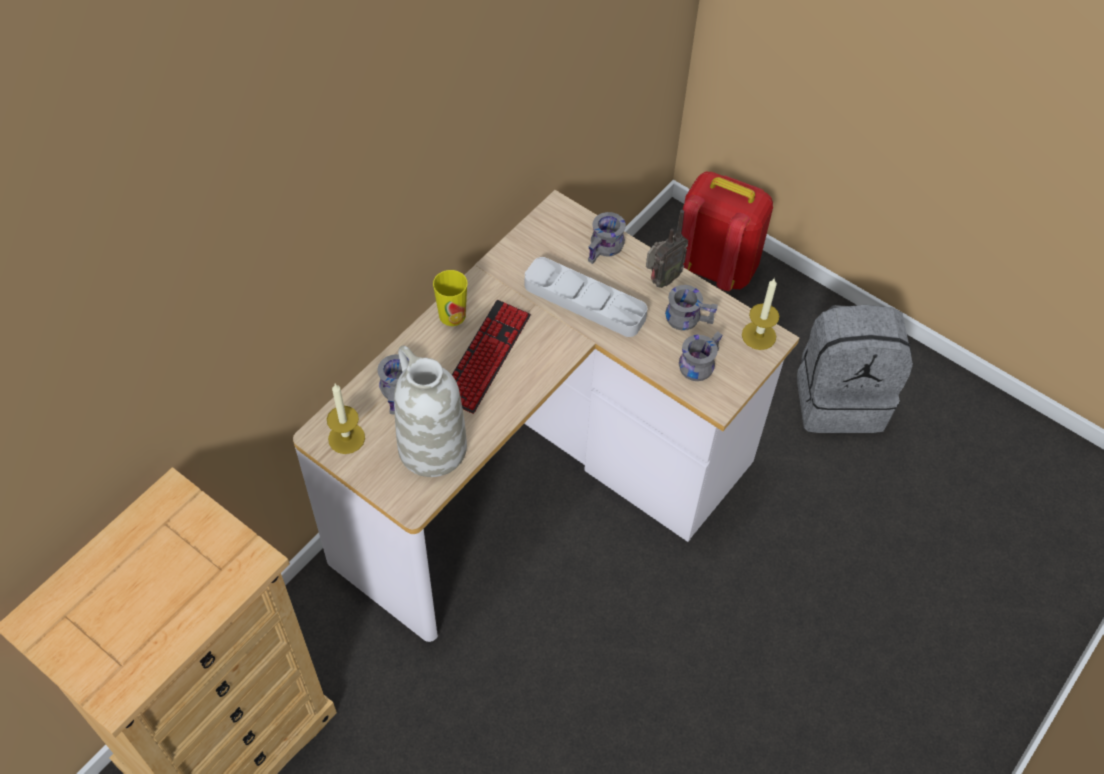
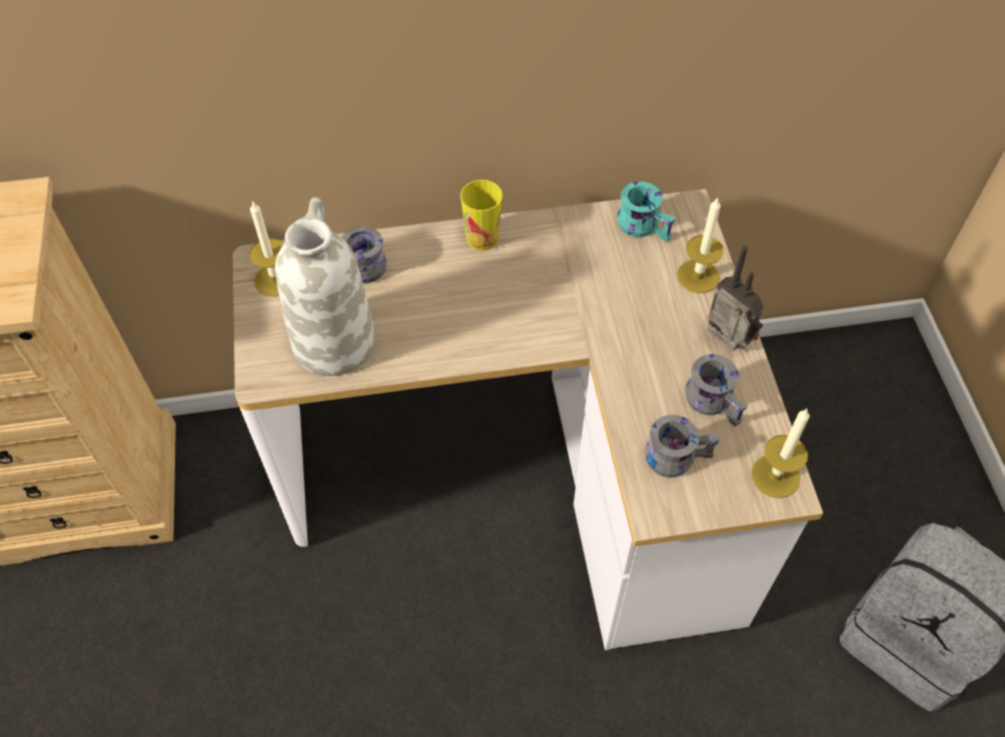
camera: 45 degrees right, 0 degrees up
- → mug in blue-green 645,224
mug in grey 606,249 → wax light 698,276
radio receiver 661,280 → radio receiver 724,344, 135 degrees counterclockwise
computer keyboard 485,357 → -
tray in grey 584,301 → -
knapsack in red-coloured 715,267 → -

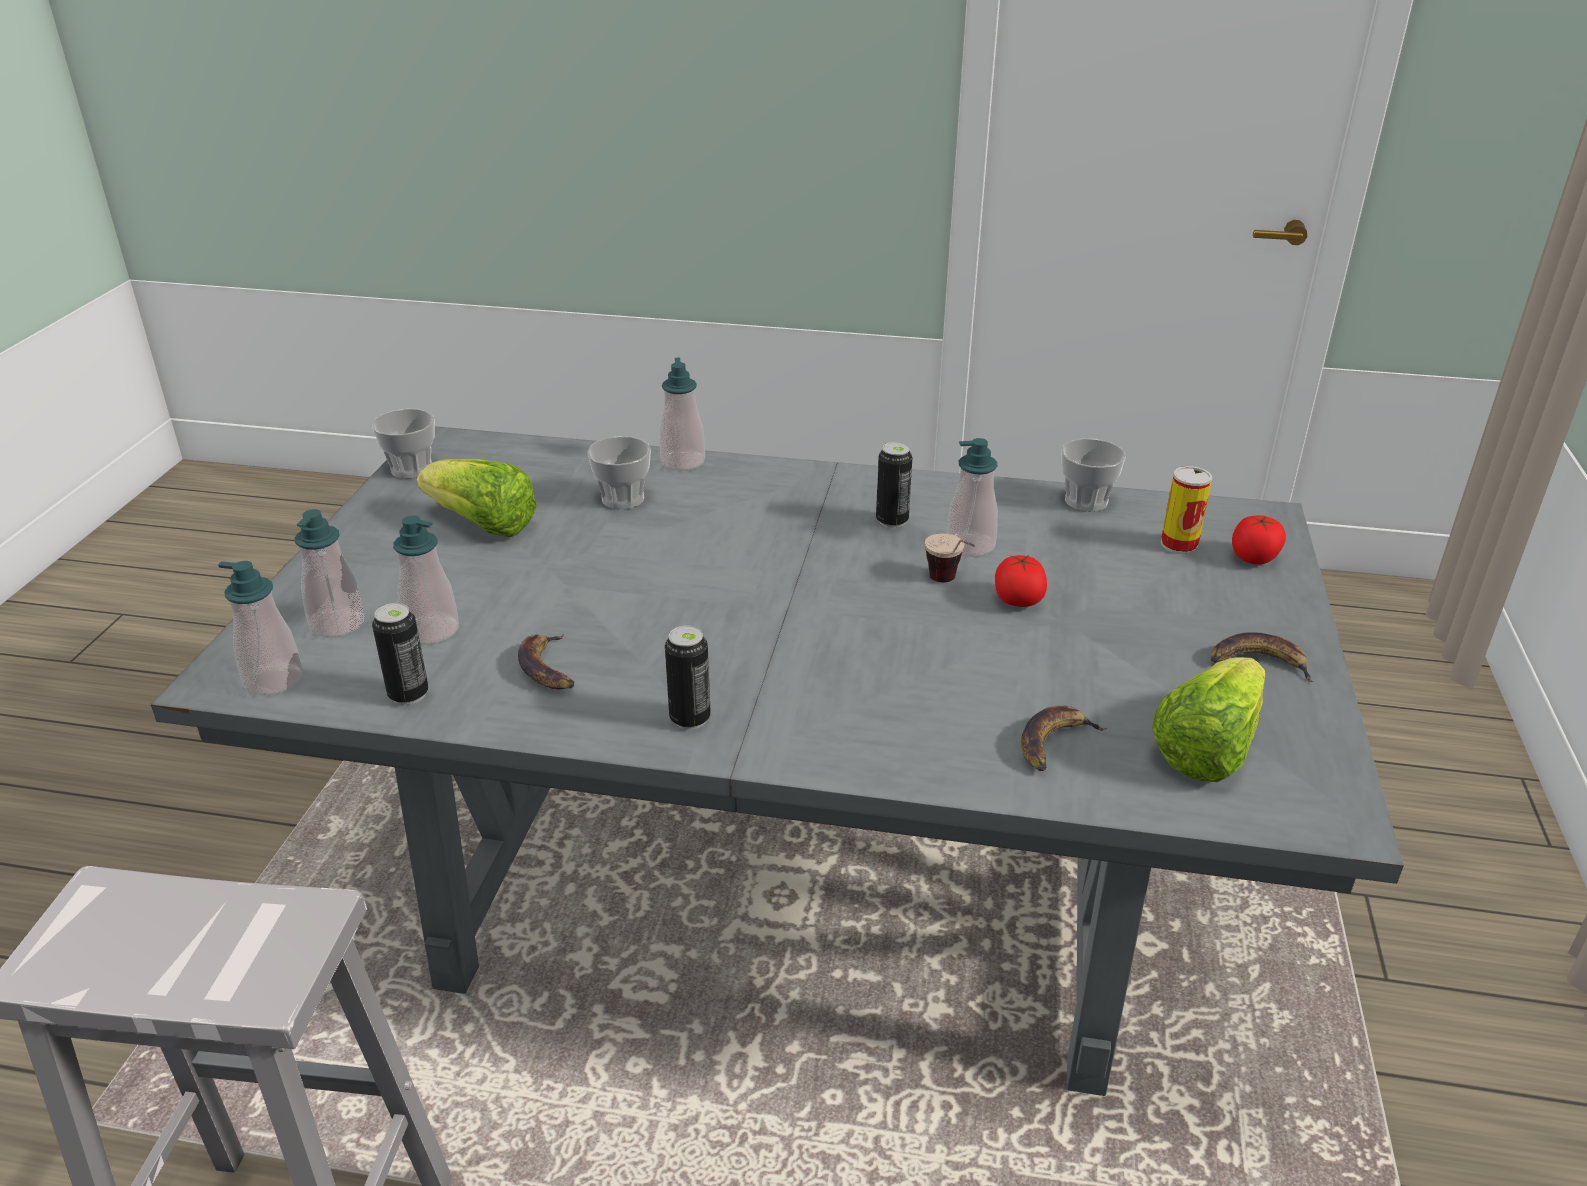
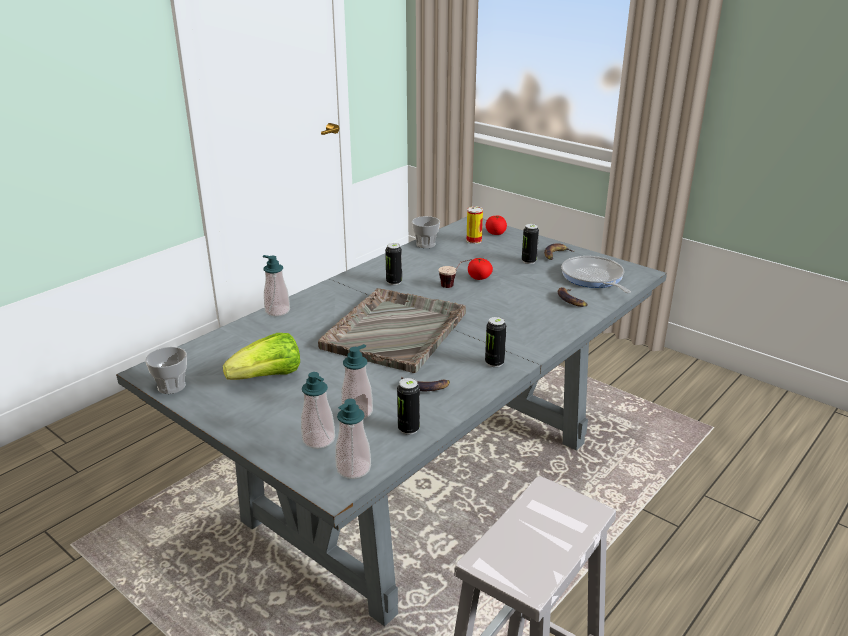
camera: 60 degrees left, 5 degrees down
- → tray in grey 396,330
- → can 529,261
lettuce head 1207,748 → frying pan 593,278
small cup 623,499 → -
soap dispenser 970,546 → -

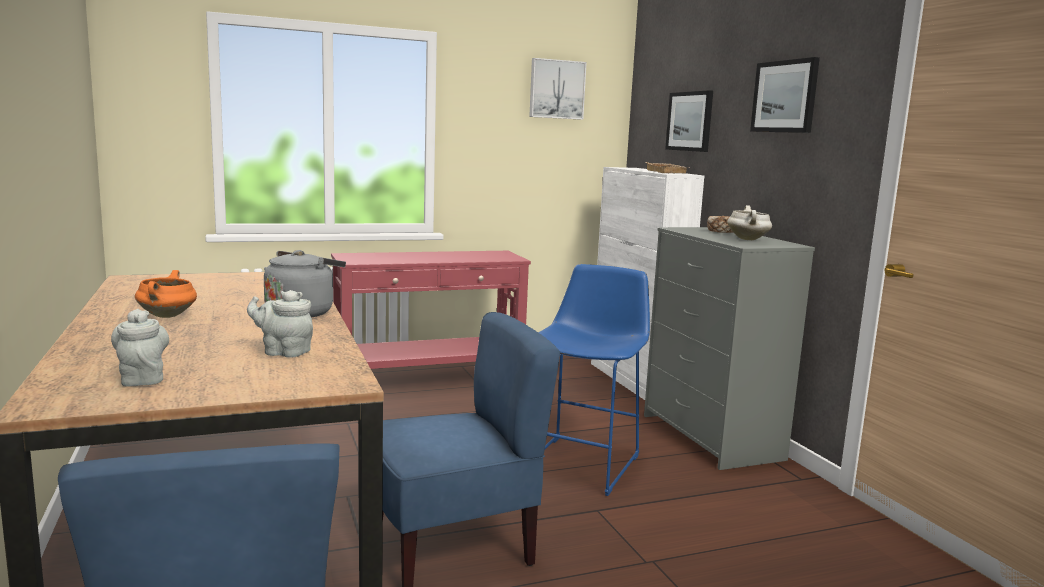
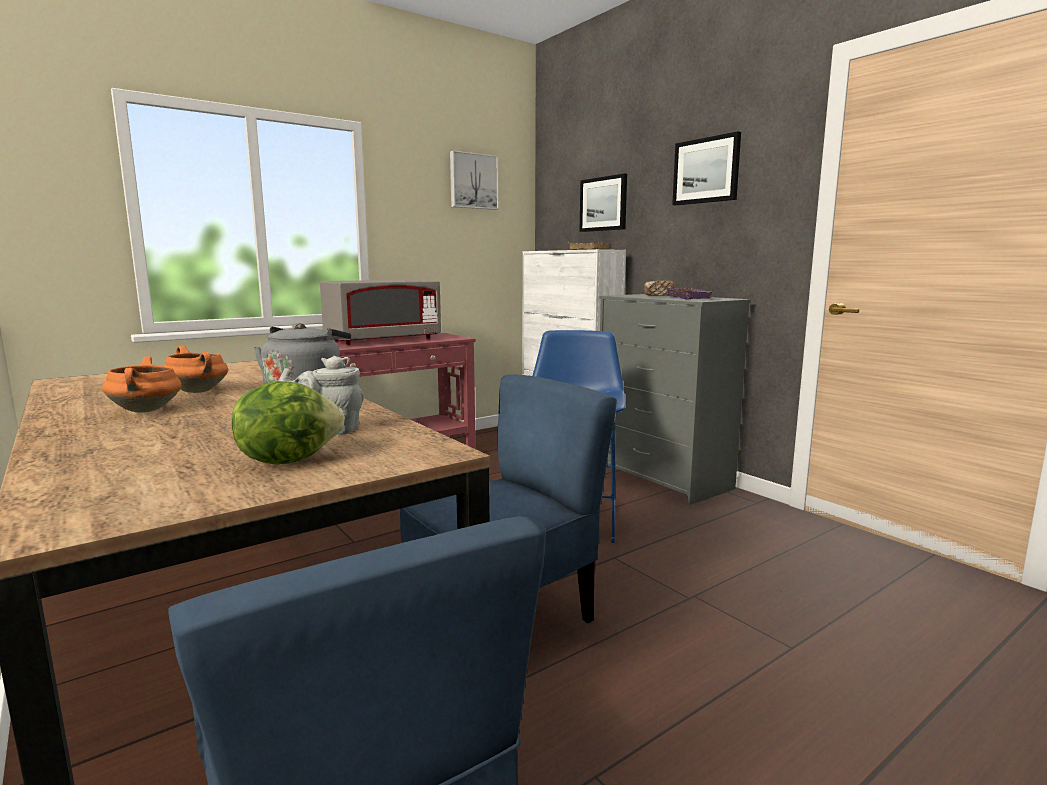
camera: 15 degrees left, 0 degrees up
- → saucepot in orangey 199,391
- → lettuce head 288,459
- → microwave oven in grey 383,340
saucepot in white-coloured 748,239 → tray in purplish 691,297
tea pot in grey 143,378 → -

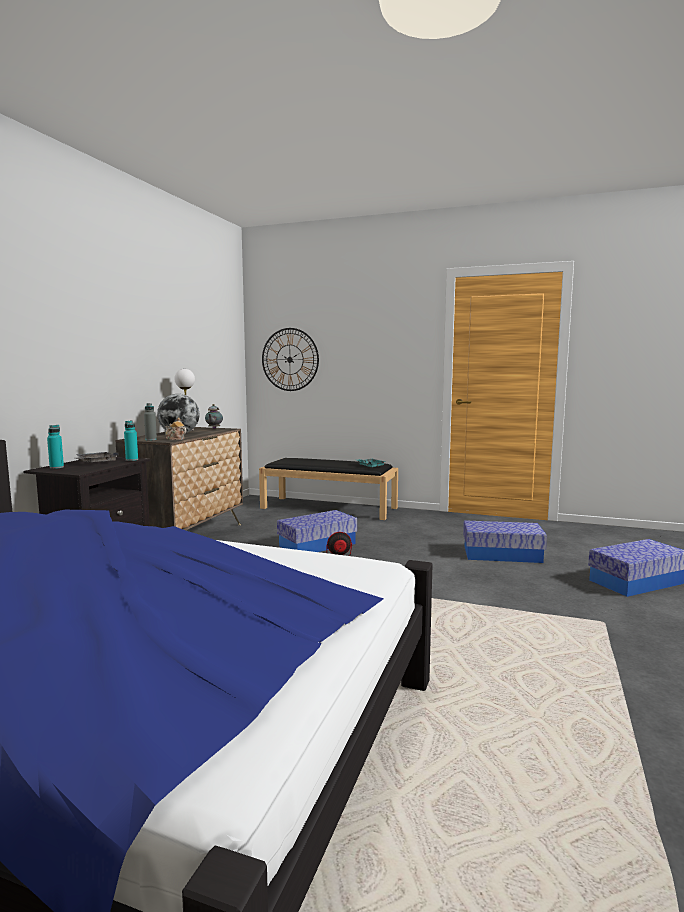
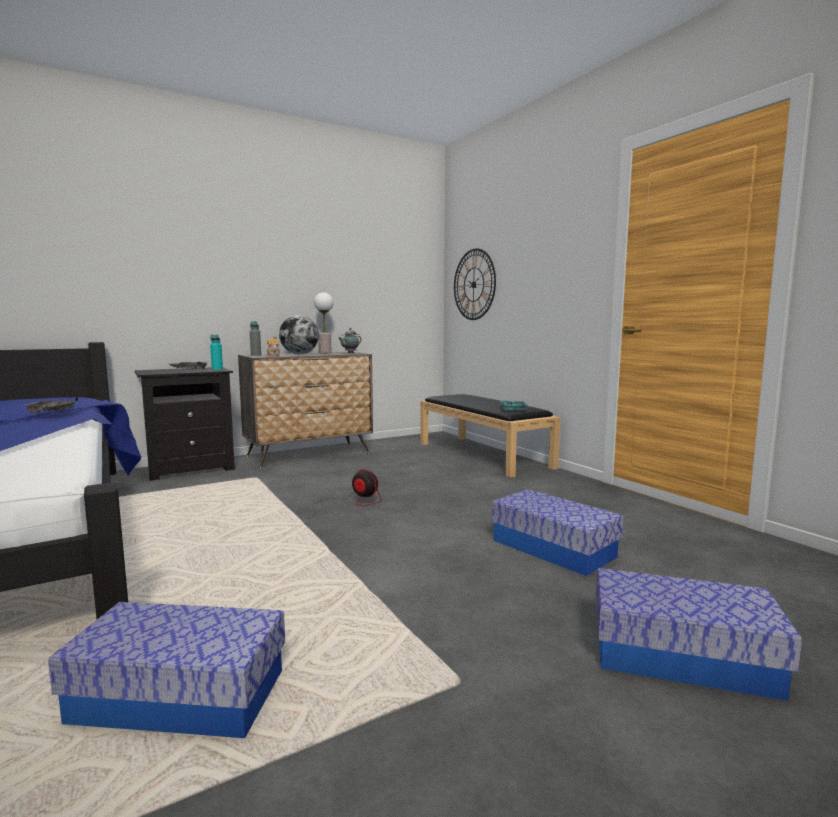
camera: 40 degrees right, 0 degrees up
- → tray in grey 51,412
storage bin 317,545 → storage bin 180,697, moved
bottle in blue-green 56,467 → -

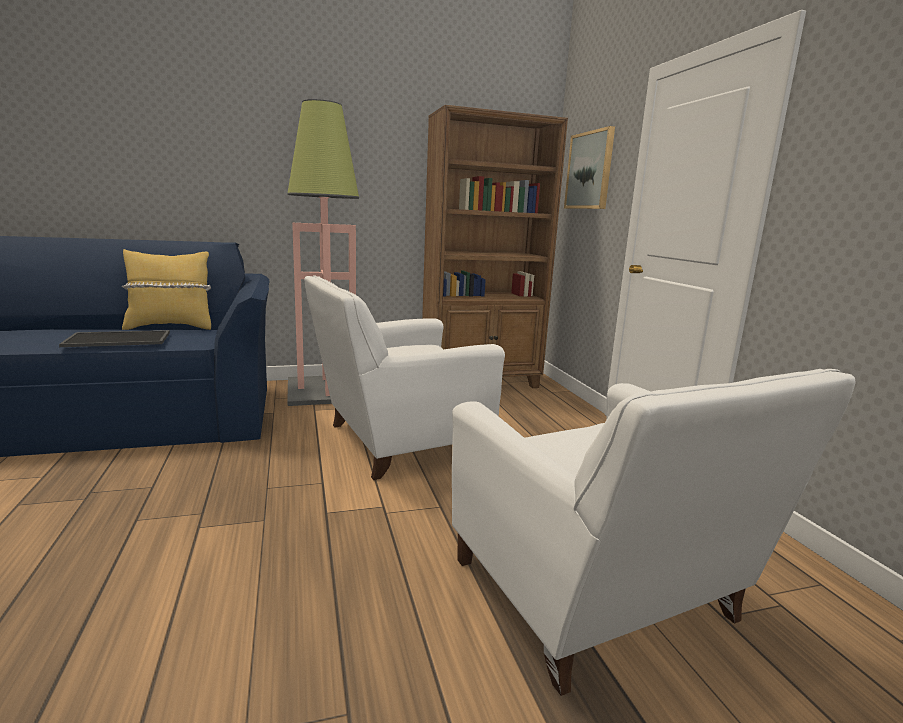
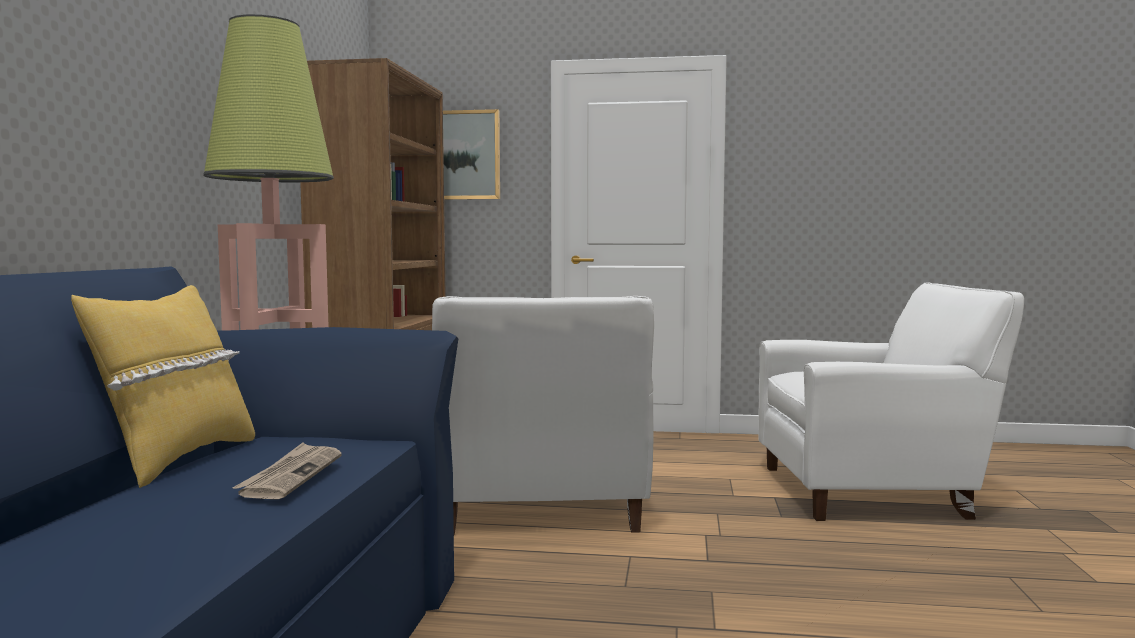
camera: 65 degrees left, 10 degrees down
tray 119,339 → newspaper 291,475

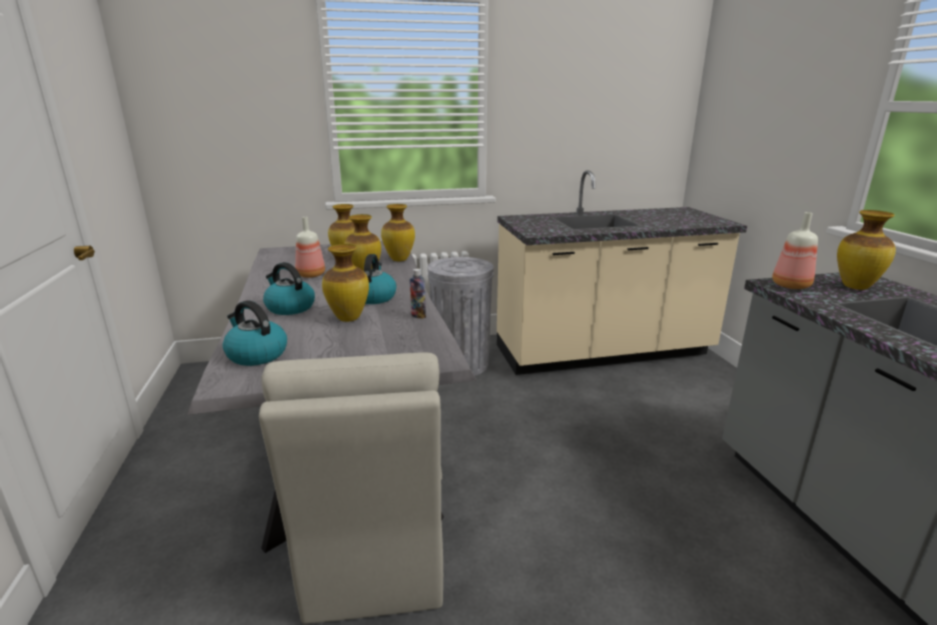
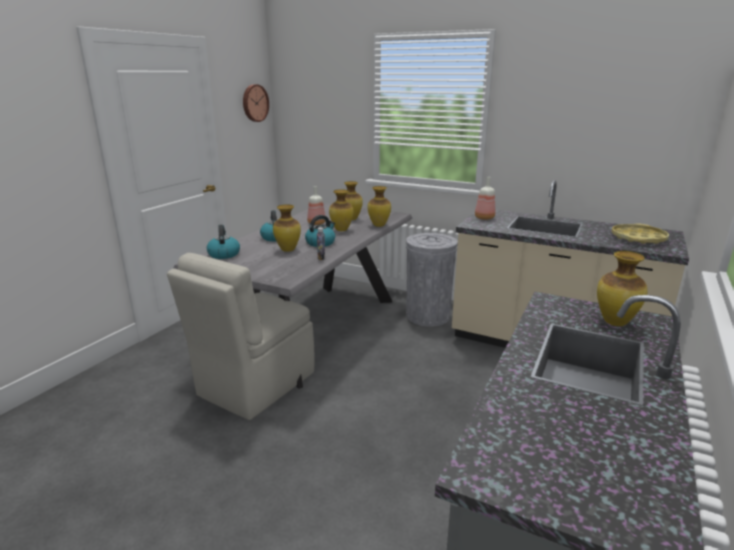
camera: 40 degrees right, 0 degrees up
- → clock on the wall 254,103
bottle 791,286 → bottle 483,218, moved
- → tray in yellowish 638,238

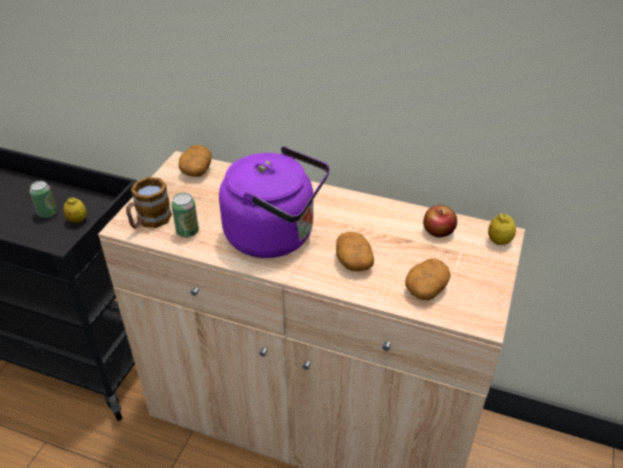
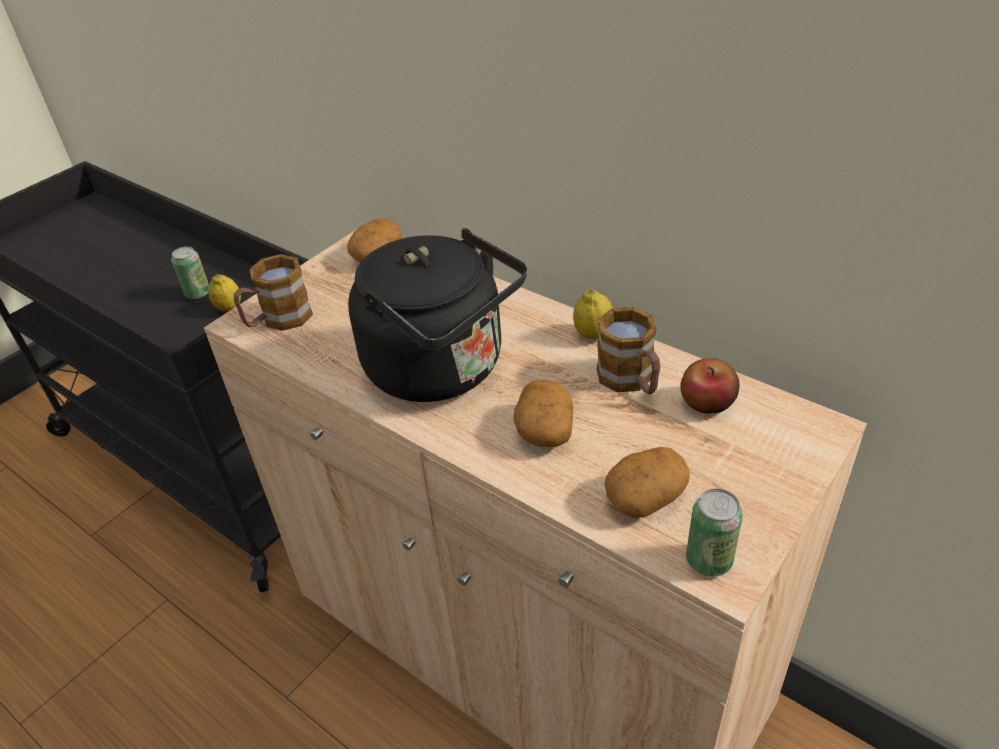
camera: 20 degrees right, 0 degrees up
water kettle in purplish 275,236 → water kettle in black 443,369
lemon 499,241 → lemon 593,334, moved
- → mug 631,381
can 187,232 → can 709,560, moved

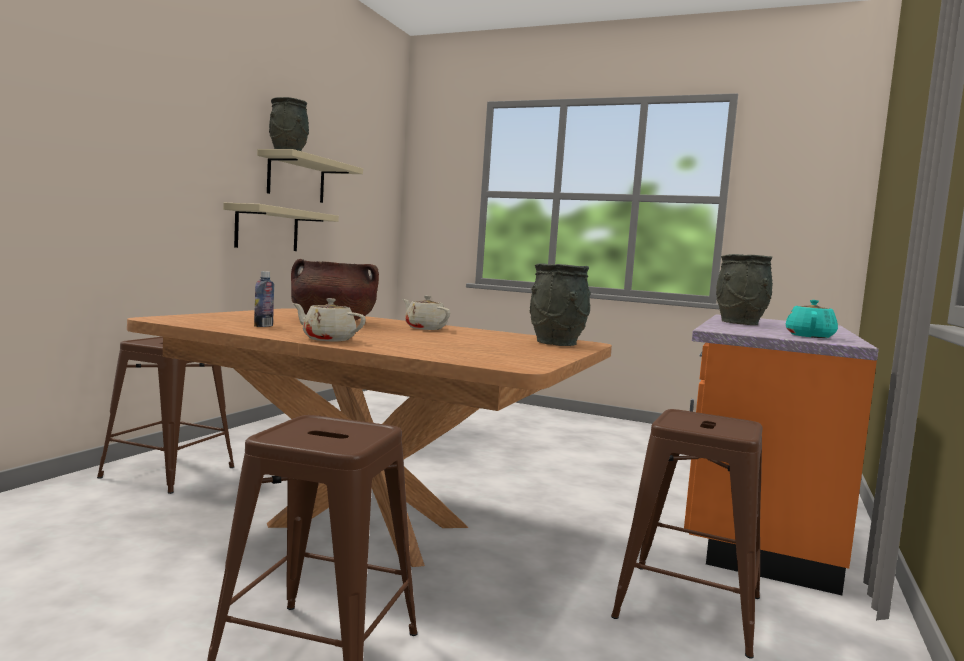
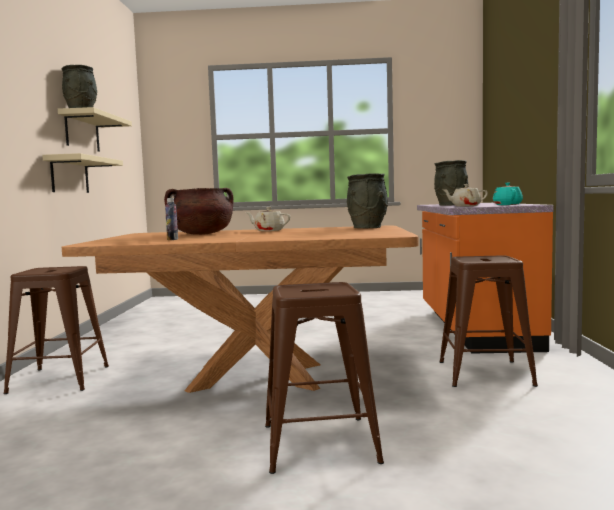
camera: 20 degrees left, 0 degrees up
tea pot in beige 327,339 → tea pot in beige 465,206, moved

